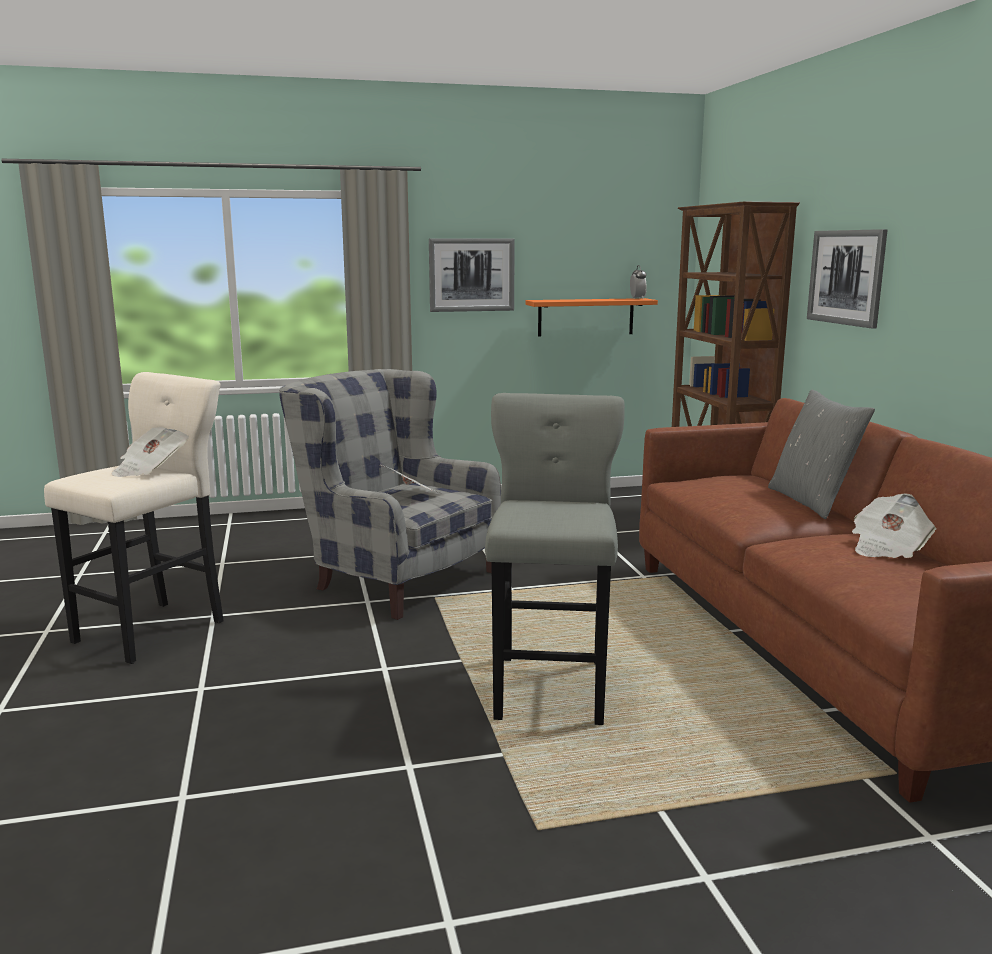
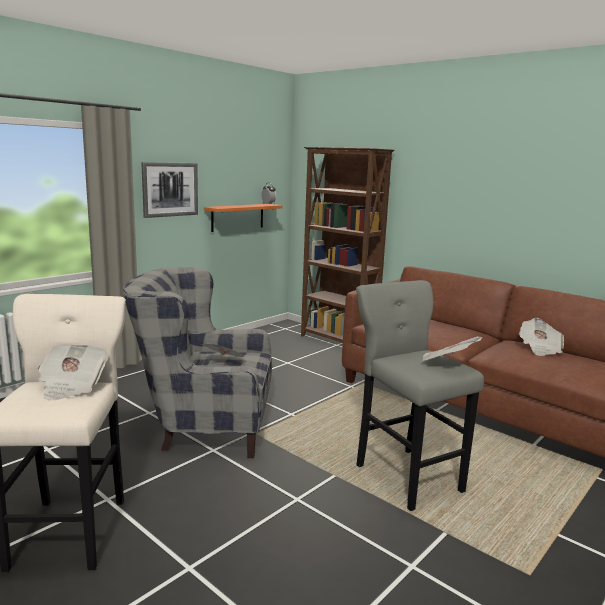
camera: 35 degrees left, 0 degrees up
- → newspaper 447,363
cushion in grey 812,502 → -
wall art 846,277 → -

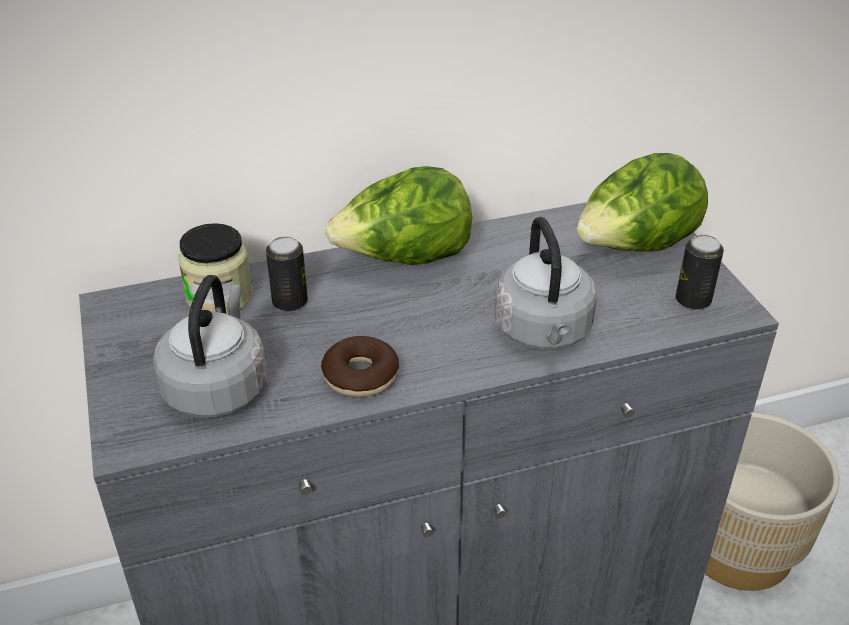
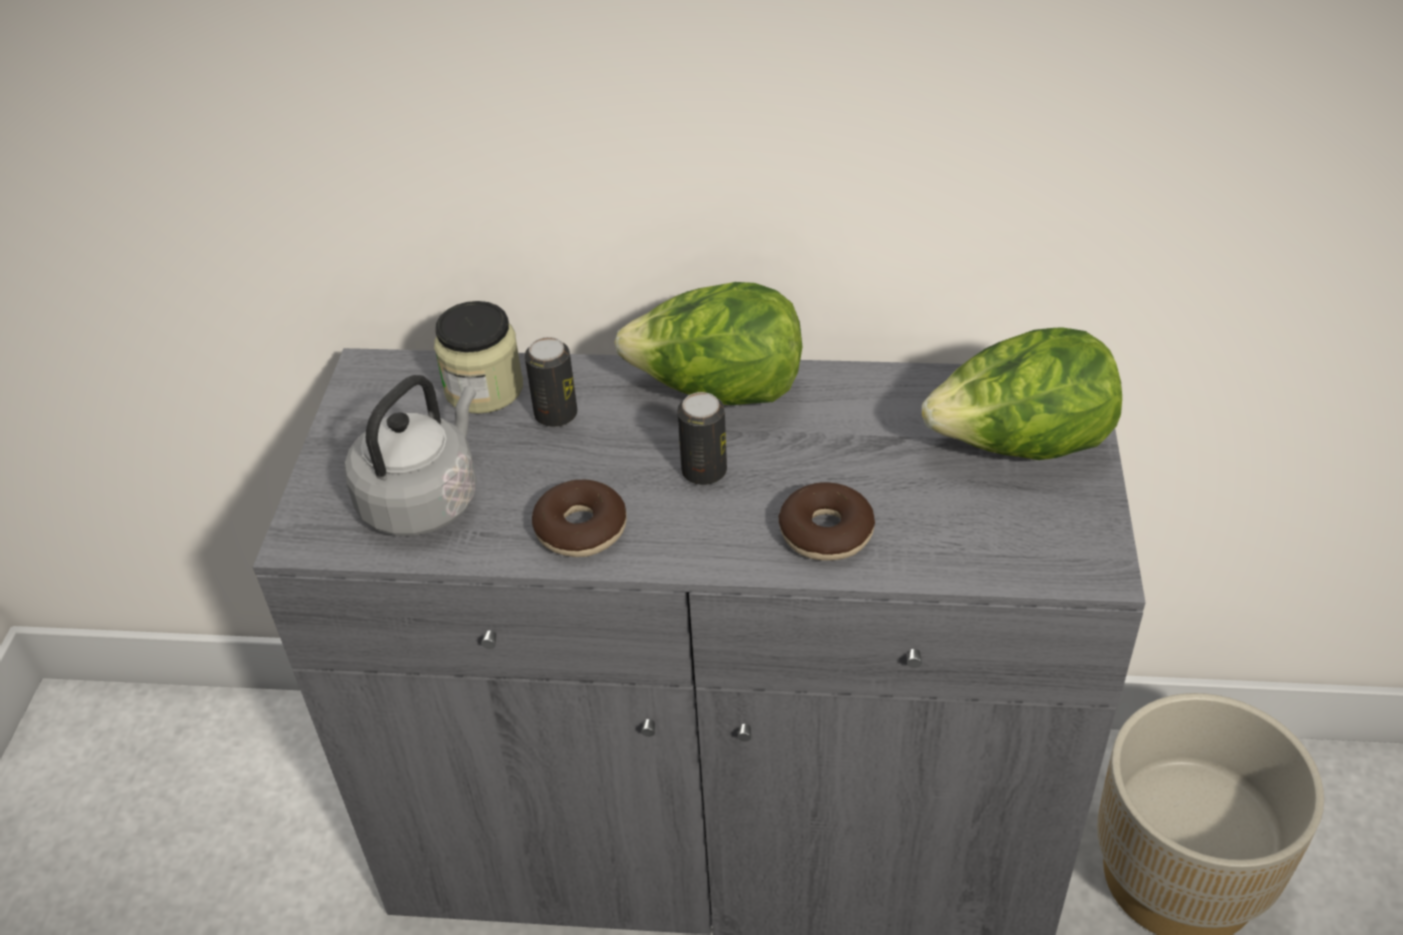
camera: 25 degrees right, 5 degrees up
can 693,300 → can 704,471, moved
water kettle in grey 544,333 → donut 826,532

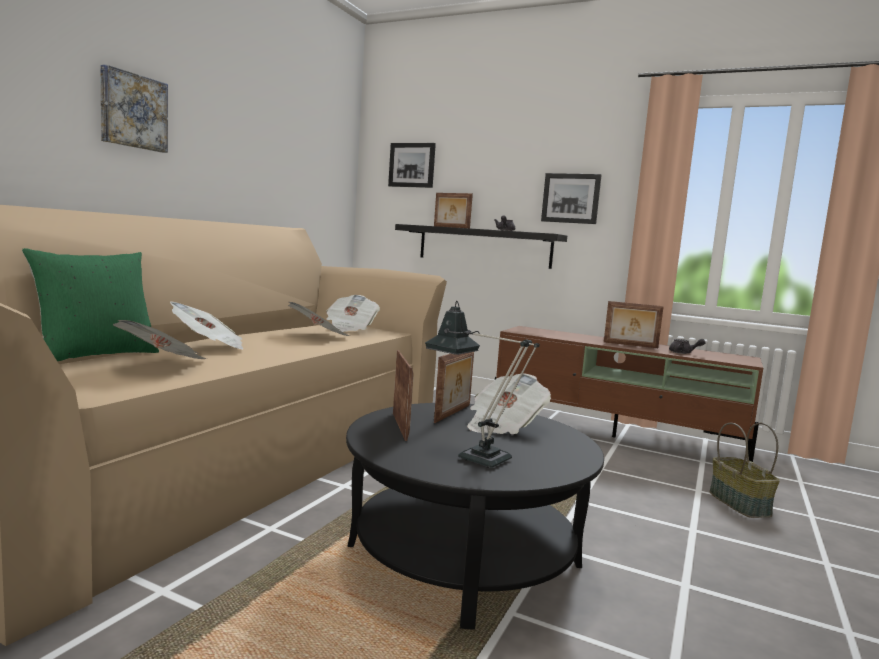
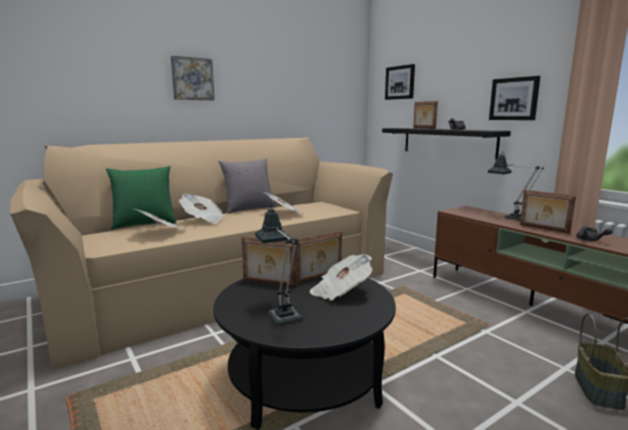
camera: 30 degrees right, 5 degrees up
- → cushion in grey 249,209
photo frame 401,426 → photo frame 269,284, 90 degrees clockwise
- → tabletop lamp 510,217
newspaper 350,328 → -

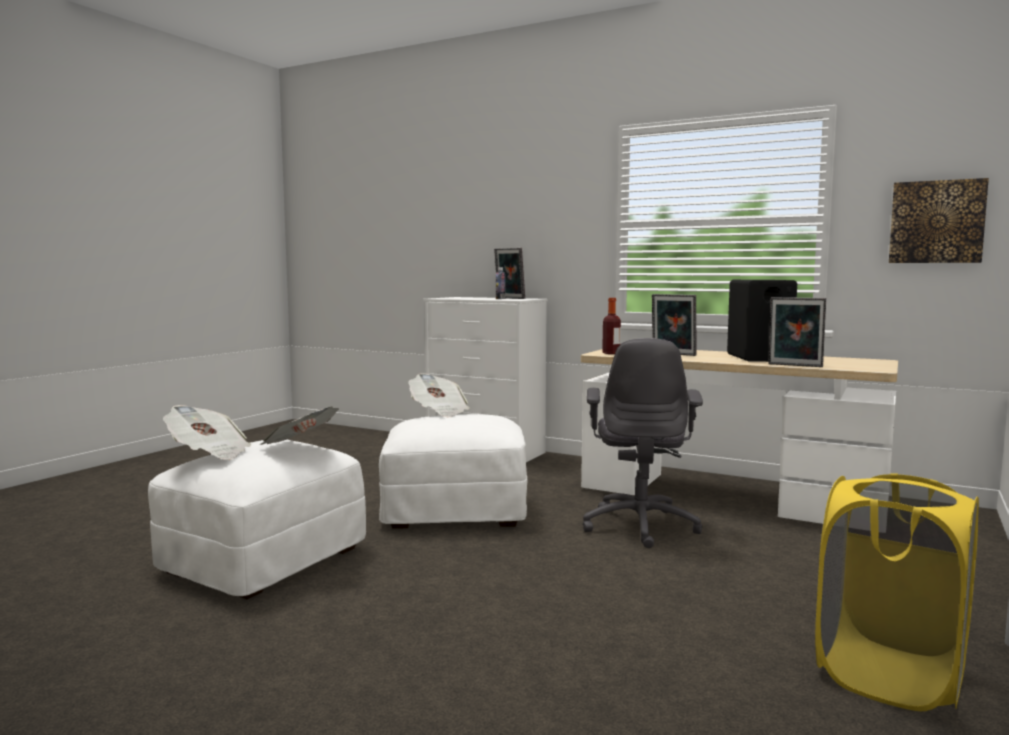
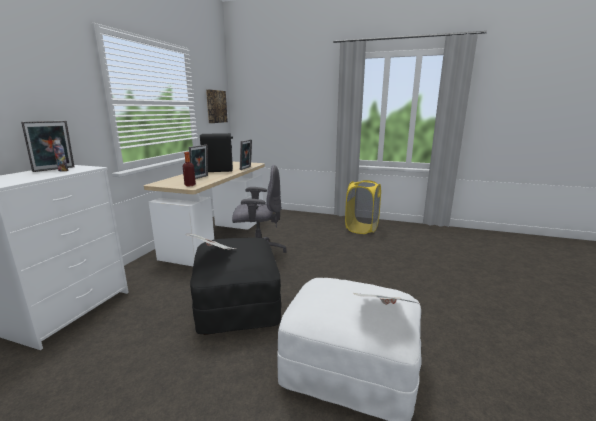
camera: 100 degrees left, 10 degrees up
ottoman in white-coloured 455,511 → ottoman in black 237,305
newspaper 300,447 → -

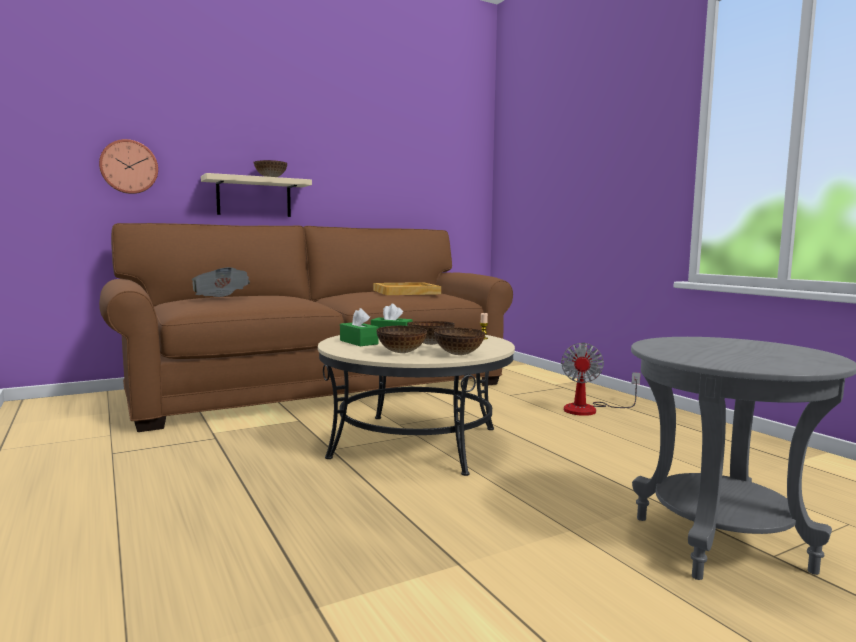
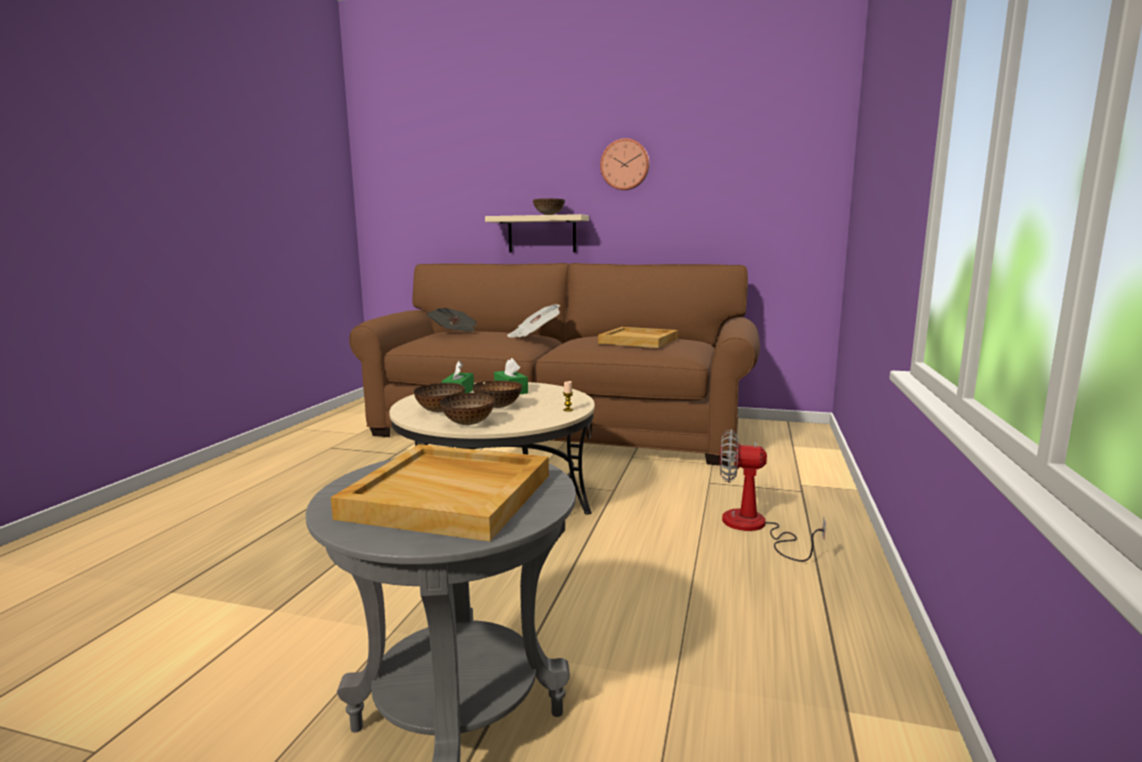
camera: 45 degrees right, 5 degrees up
- → tray in beige 451,495
- → newspaper 534,335
clock on the wall 129,167 → clock on the wall 625,165, moved
electric fan 589,409 → electric fan 754,528, 45 degrees clockwise

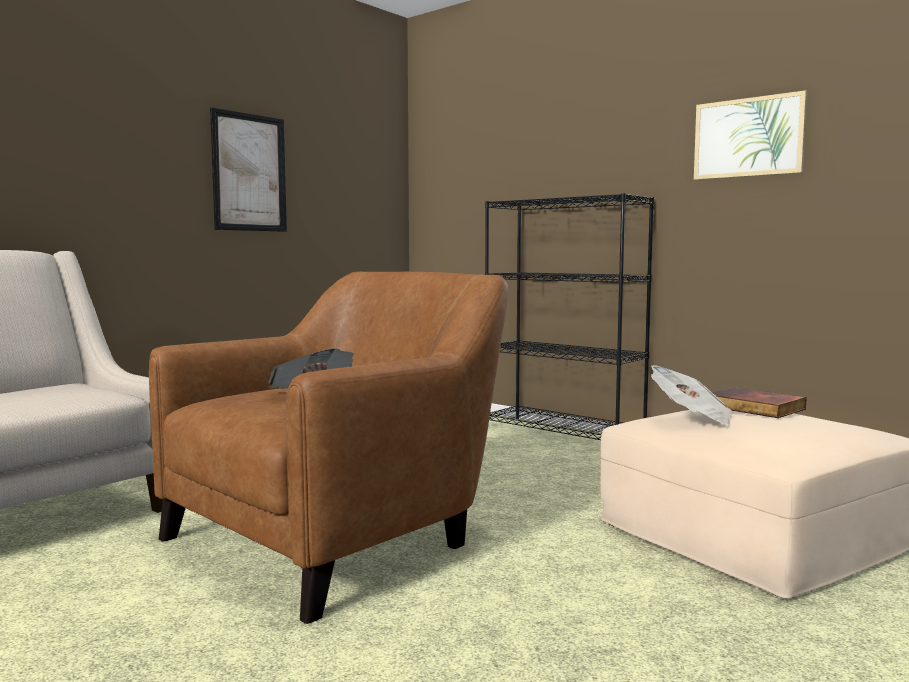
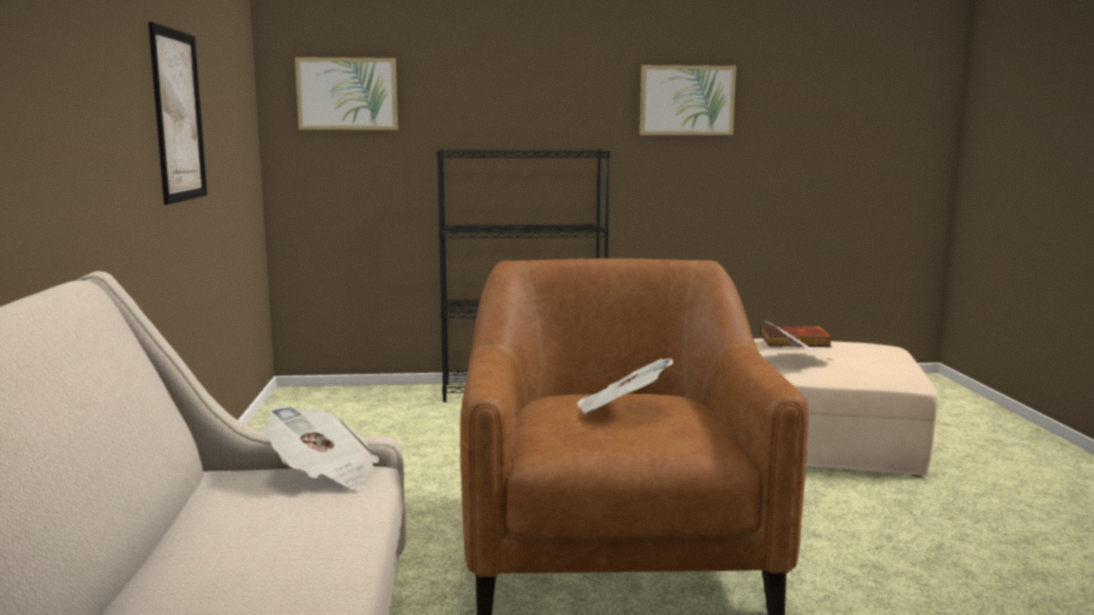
camera: 45 degrees left, 5 degrees up
- → newspaper 325,475
- → wall art 347,94

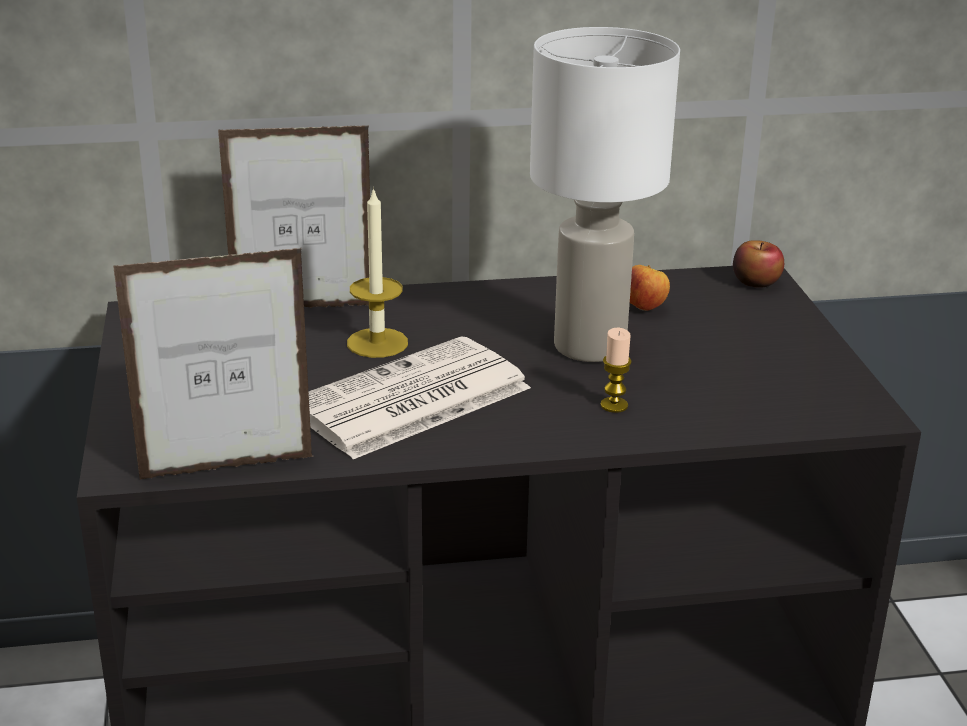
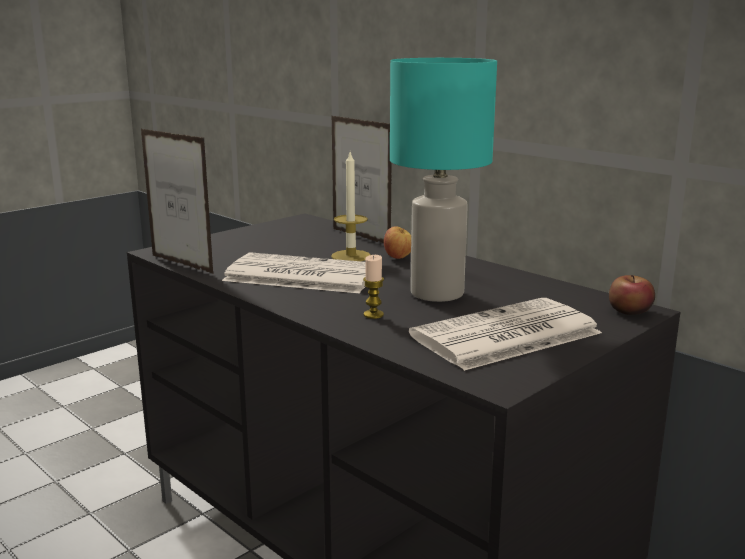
camera: 55 degrees right, 10 degrees down
whole apple 645,308 → whole apple 398,258, moved
tabletop lamp in white-coloured 590,347 → tabletop lamp in blue-green 436,294
- → newspaper 505,336

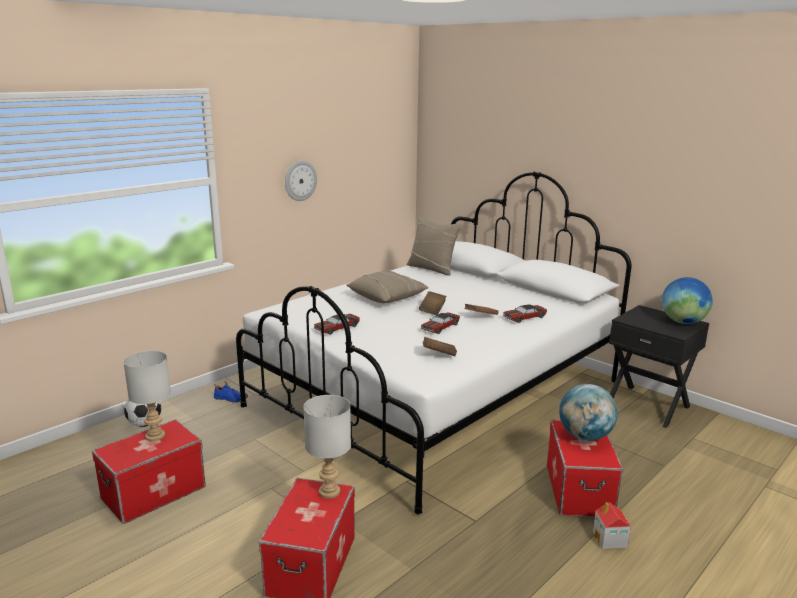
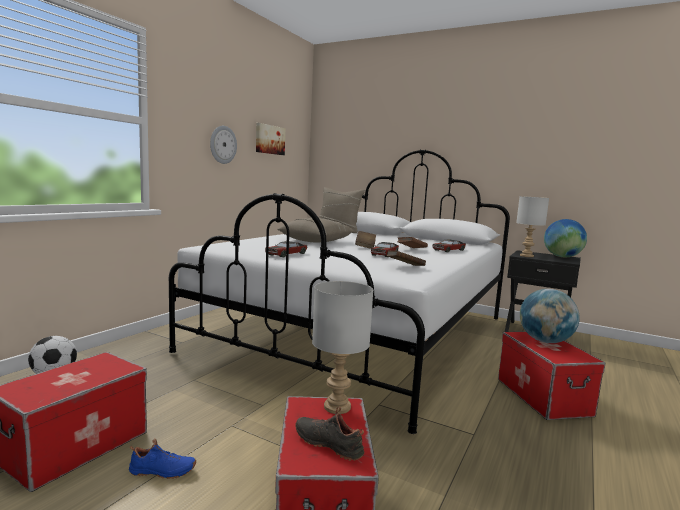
camera: 15 degrees left, 10 degrees down
low shoe in blue-coloured 230,399 → low shoe in blue-coloured 162,472, moved
- → wall art 269,139
- → low shoe in black 329,443
tabletop lamp in grey 155,435 → tabletop lamp in grey 526,256, moved
miniature house 610,540 → -

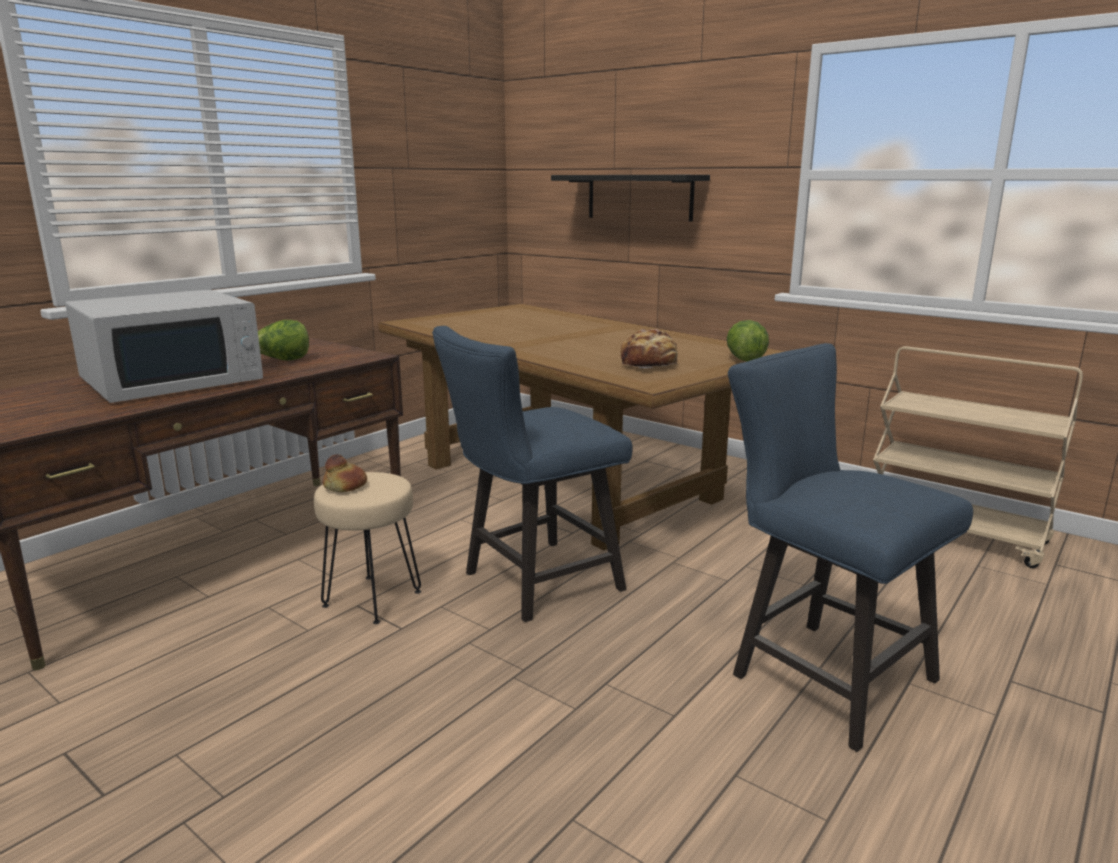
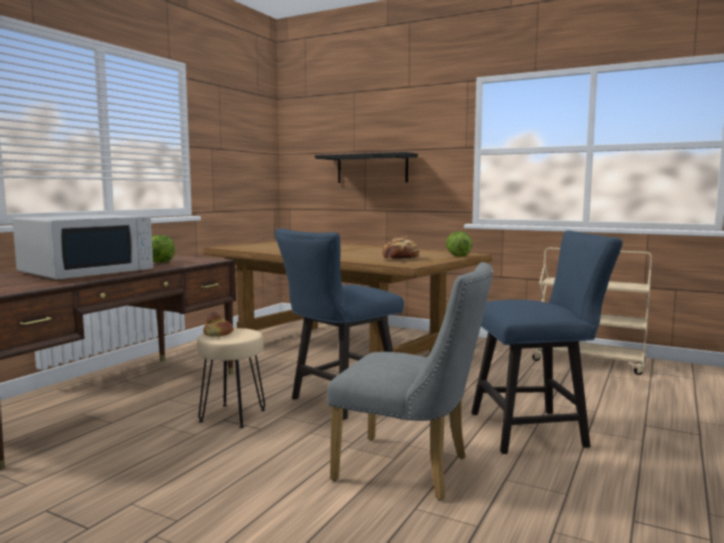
camera: 10 degrees left, 10 degrees down
- → upright chair in grey 412,470
upright chair in blue-coloured 820,673 → upright chair in blue-coloured 536,430, 135 degrees clockwise

